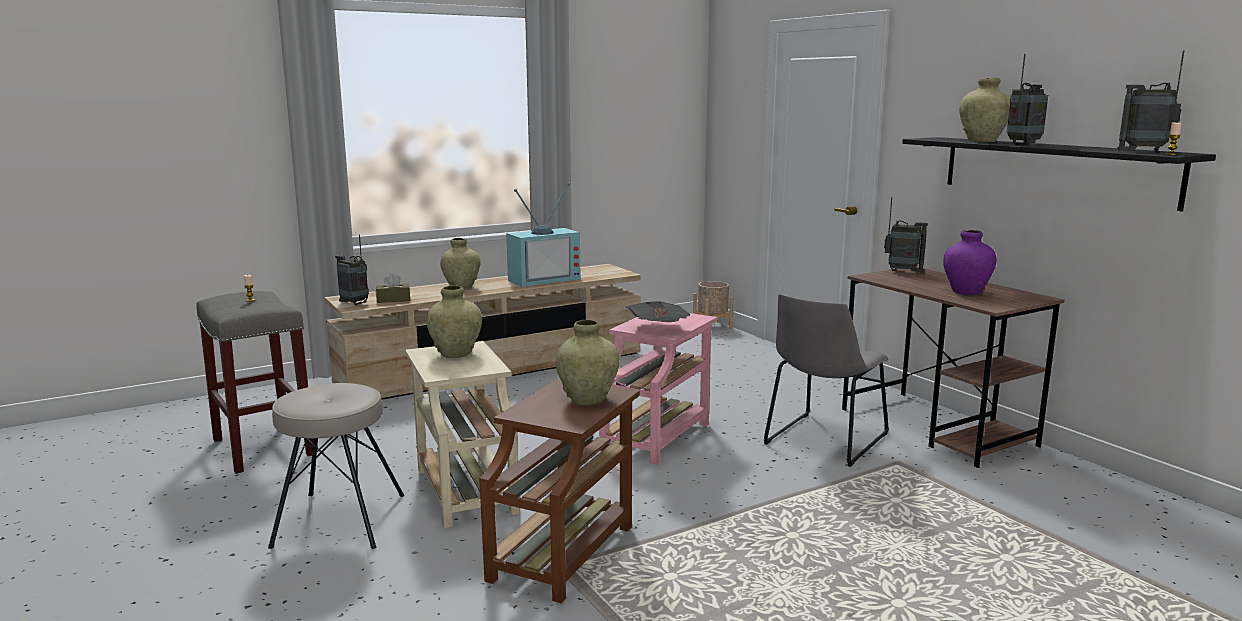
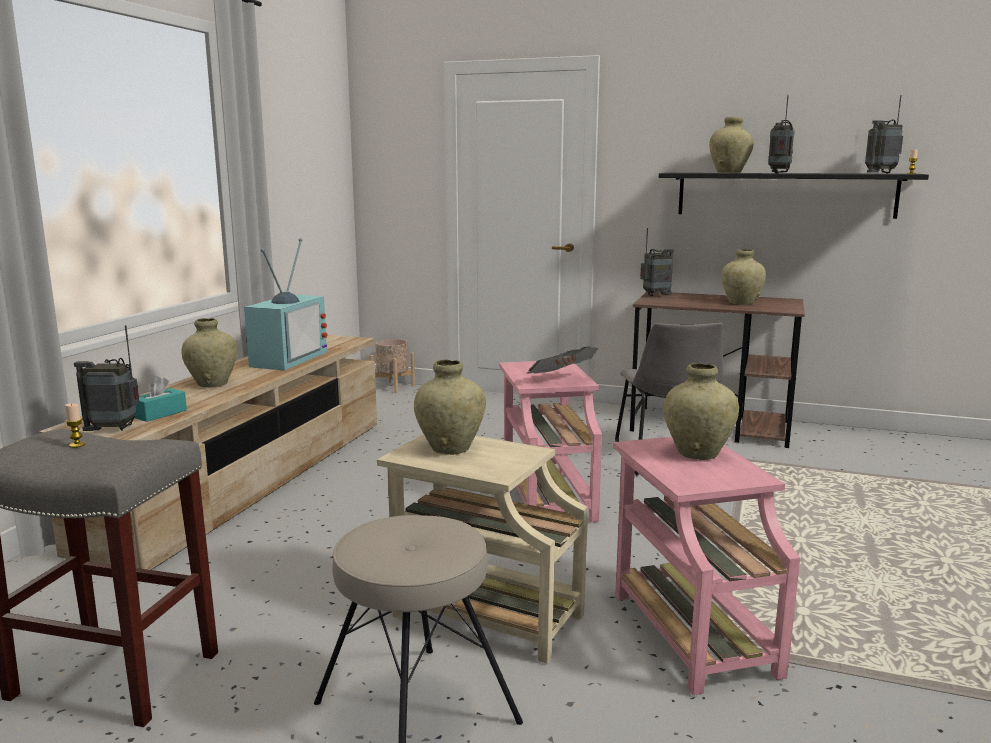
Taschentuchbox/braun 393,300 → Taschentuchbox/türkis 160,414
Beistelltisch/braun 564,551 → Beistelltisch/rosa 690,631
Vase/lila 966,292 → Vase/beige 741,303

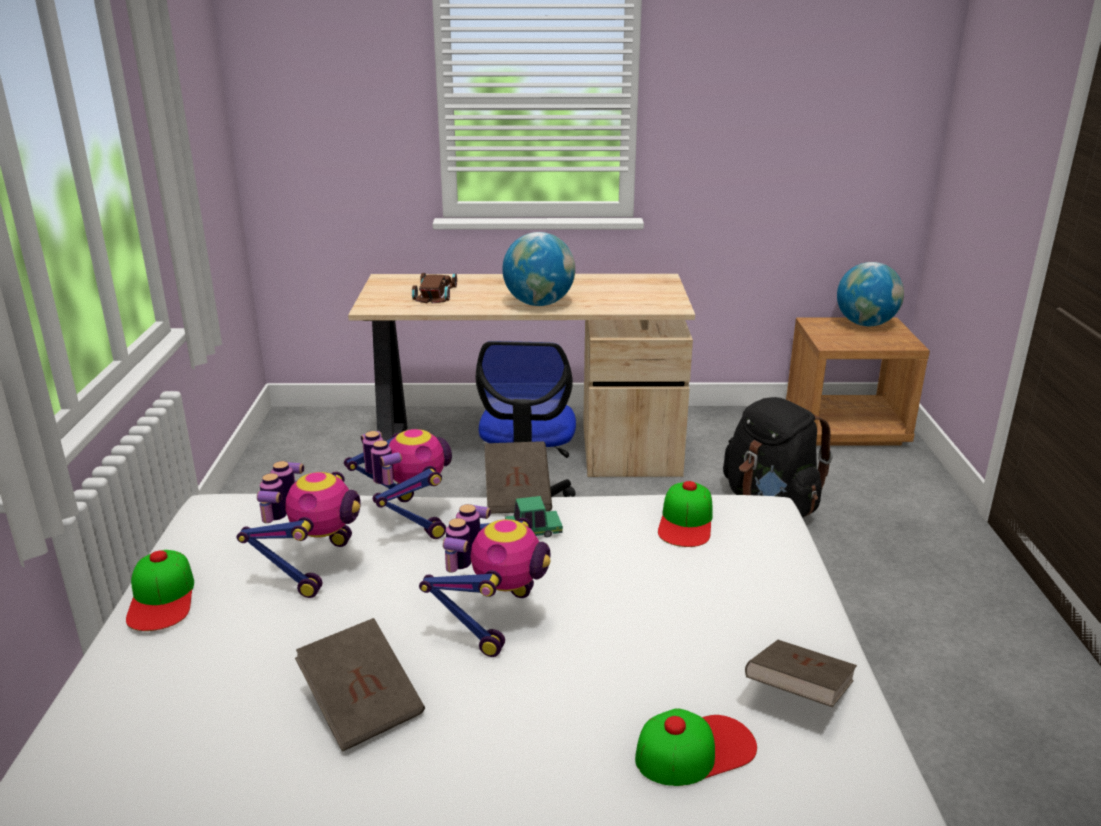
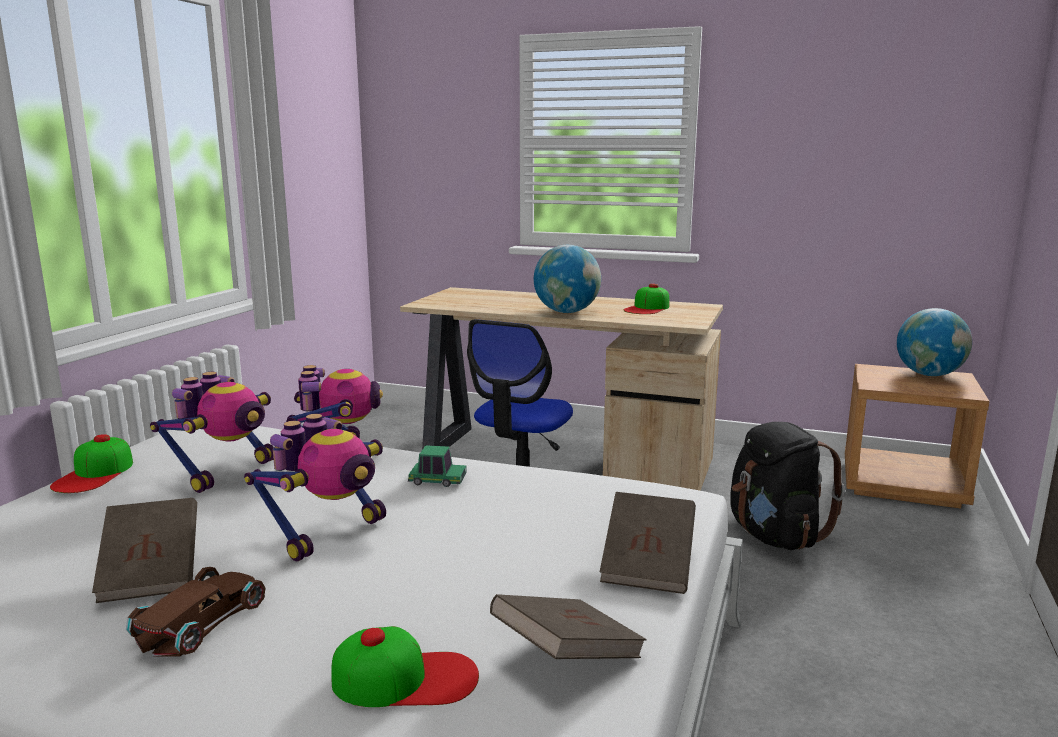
Spielzeugauto/braun 436,293 → Spielzeugauto/braun 203,619, move
Buch/braun 517,495 → Buch/braun 648,566, move
Kappe 686,522 → Kappe 647,308, move

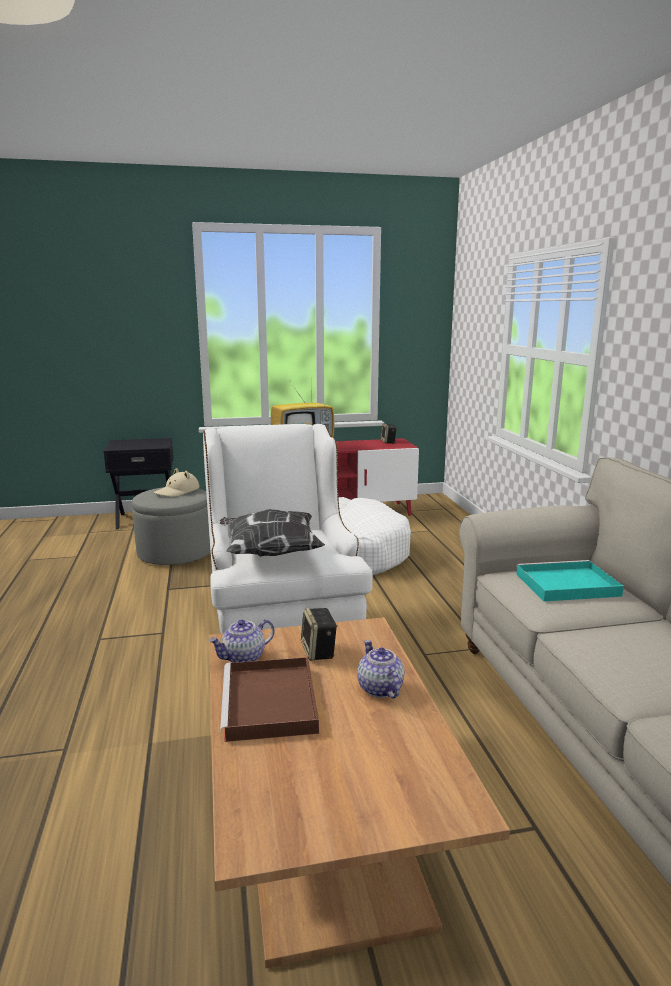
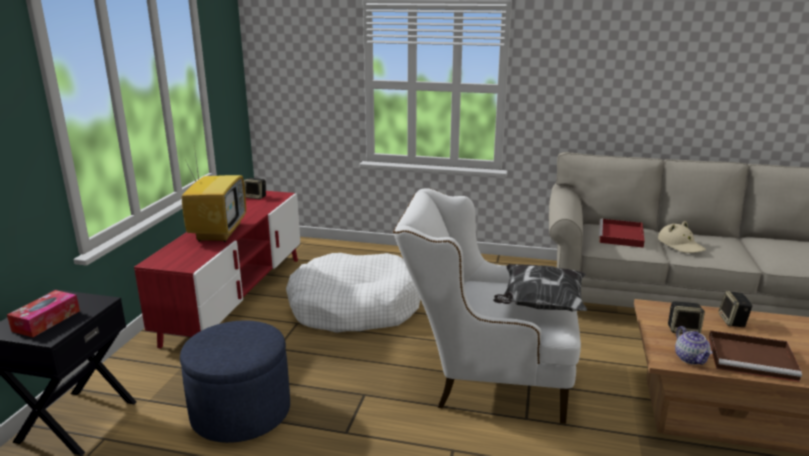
- → Taschentuchbox 46,321
Polsterhocker/grau 175,553 → Polsterhocker/blau 241,412
Tablett/türkis 565,585 → Tablett/rot 621,236
Hut/beige 177,491 → Hut/beige 680,245, move
Teekanne 380,689 → Lautsprecher 733,321

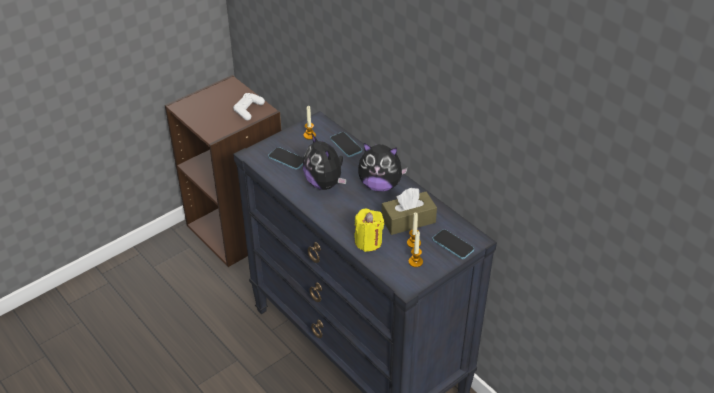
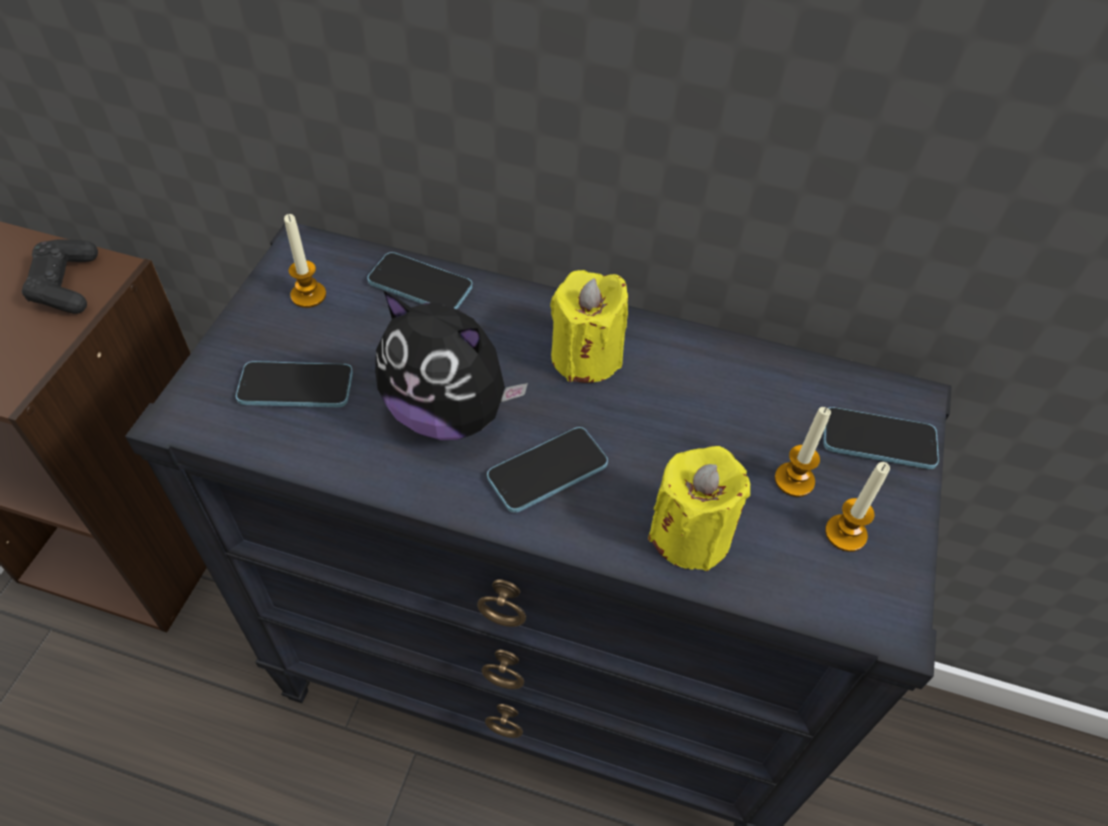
Gamepad/weiß 248,110 → Gamepad/schwarz 66,285
- → Handy 547,471
Plüschtier 380,185 → Kerze/gelb 586,357
Taschentuchbox/braun 408,220 → -

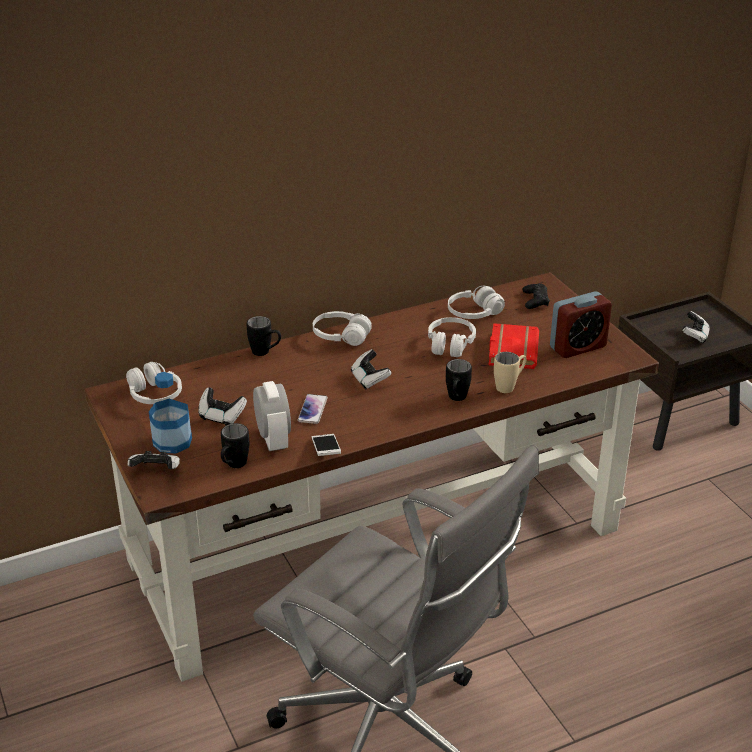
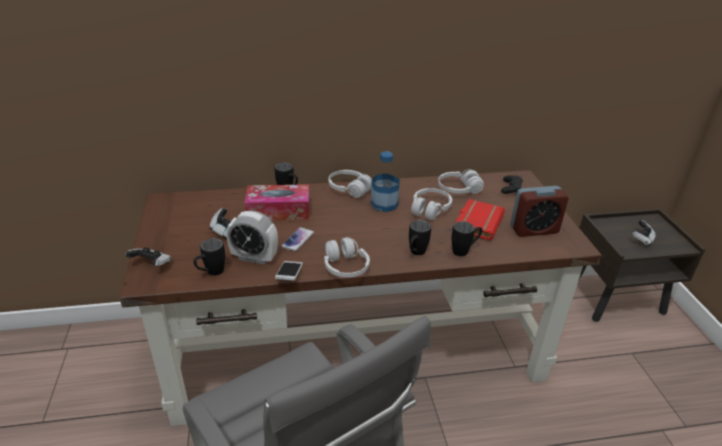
Wecker 273,440 → Wecker 254,258, 105 degrees clockwise
- → Taschentuchbox 278,211
Kopfhörer/weiß 154,395 → Kopfhörer/weiß 345,266, move
Flasche 172,441 → Flasche 384,204, move
Henkelbecher/beige 509,386 → Henkelbecher/schwarz 464,251
Gamepad 370,379 → -

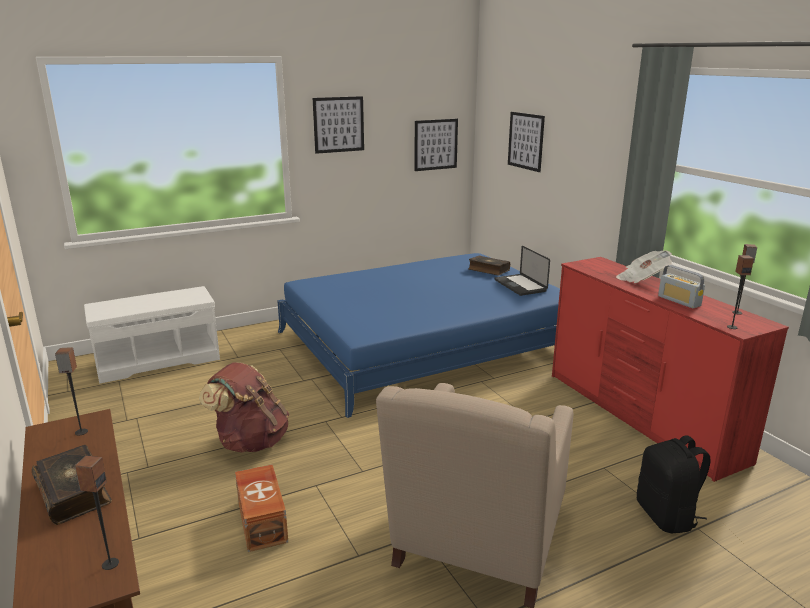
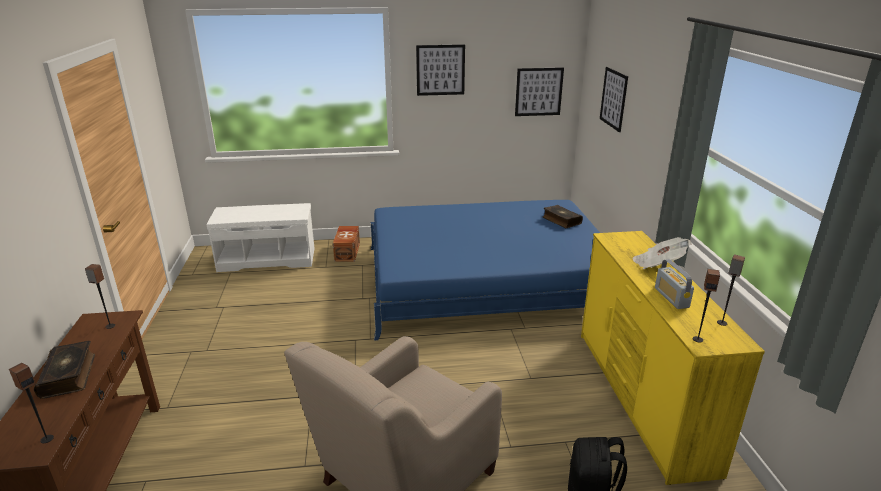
Aufbewahrungsbox/braun 263,520 → Aufbewahrungsbox/braun 348,252, move
Kommode/rot 641,416 → Kommode/gelb 641,398
Rucksack/braun 250,441 → -
Laptop 520,286 → -

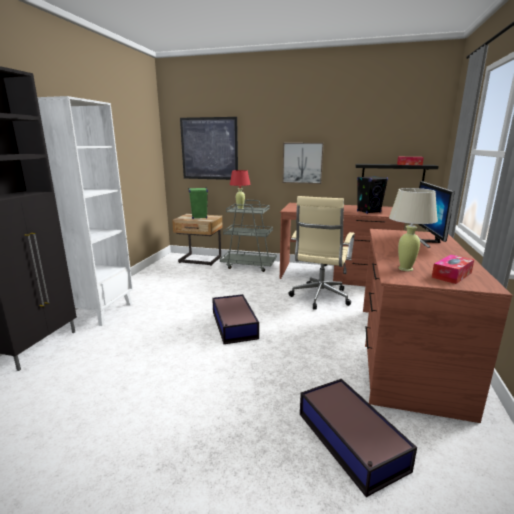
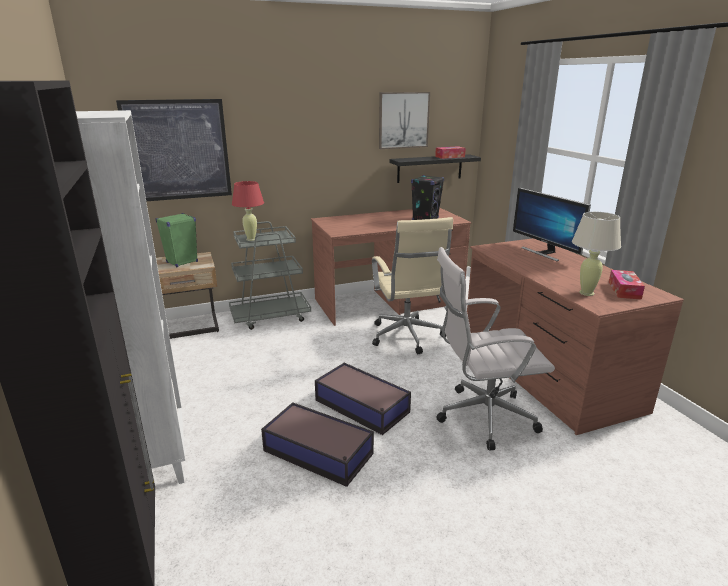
Aufbewahrungsbox 351,442 → Aufbewahrungsbox 319,453, move
Bild 302,163 → Bild 403,120, move
- → Bürostuhl/weiß 481,417

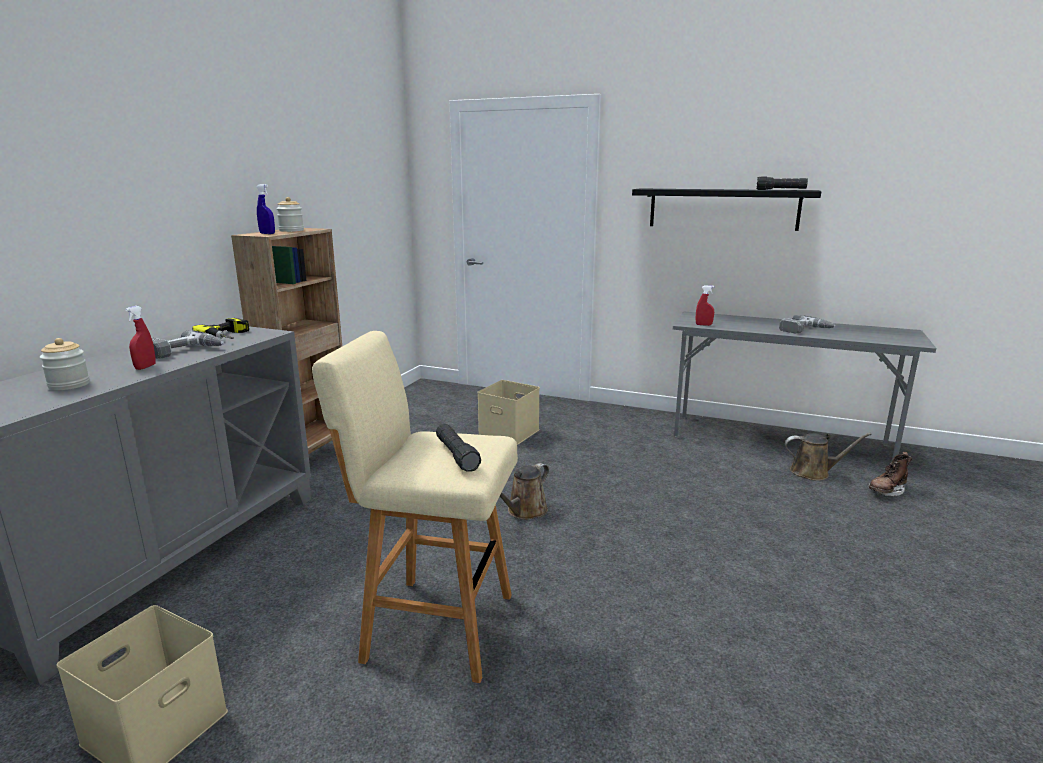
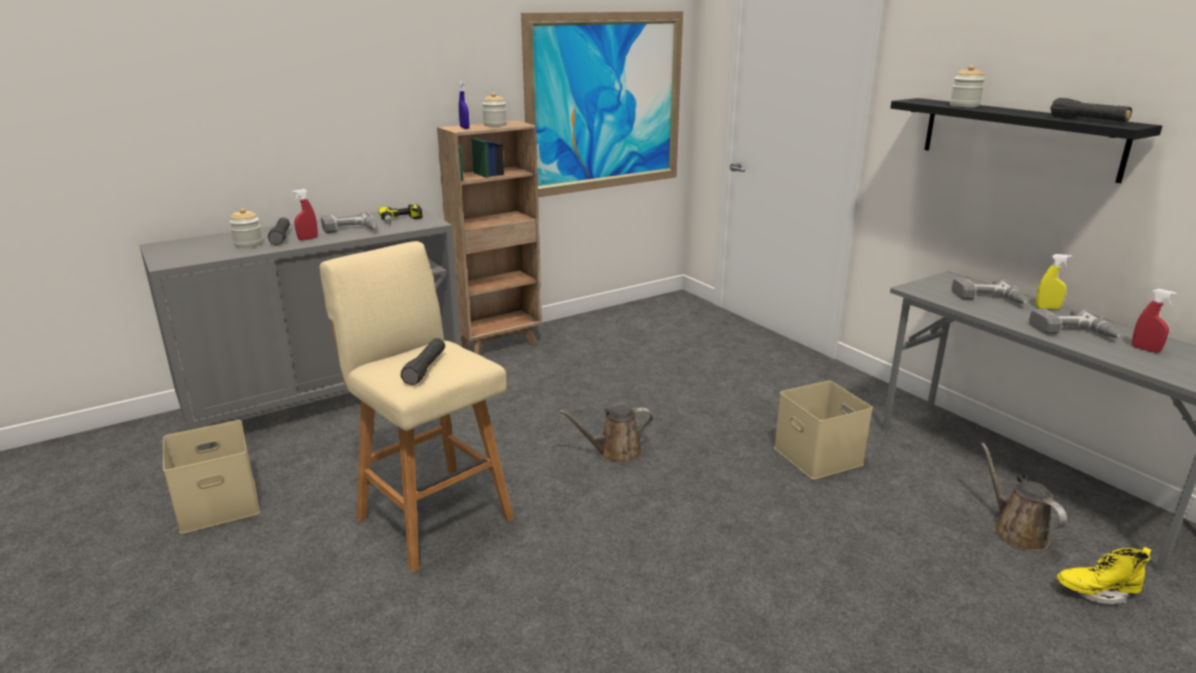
- → Taschenlampe/schwarz 281,237
- → Bild 606,103
Aufbewahrungsbox/beige 507,432 → Aufbewahrungsbox/beige 815,455, move
- → Vorratsglas 964,105
- → Bohrmaschine 988,299
Gießkanne/braun 813,472 → Gießkanne/braun 1016,531, 150 degrees counterclockwise
- → Sprühflasche/gelb 1047,308
Stiefel/braun 886,491 → Stiefel/gelb 1096,592
Sprühflasche/rot 703,325 → Sprühflasche/rot 1145,349, move

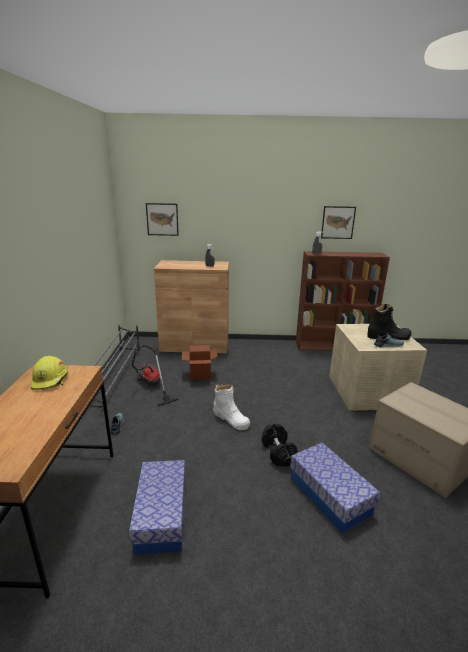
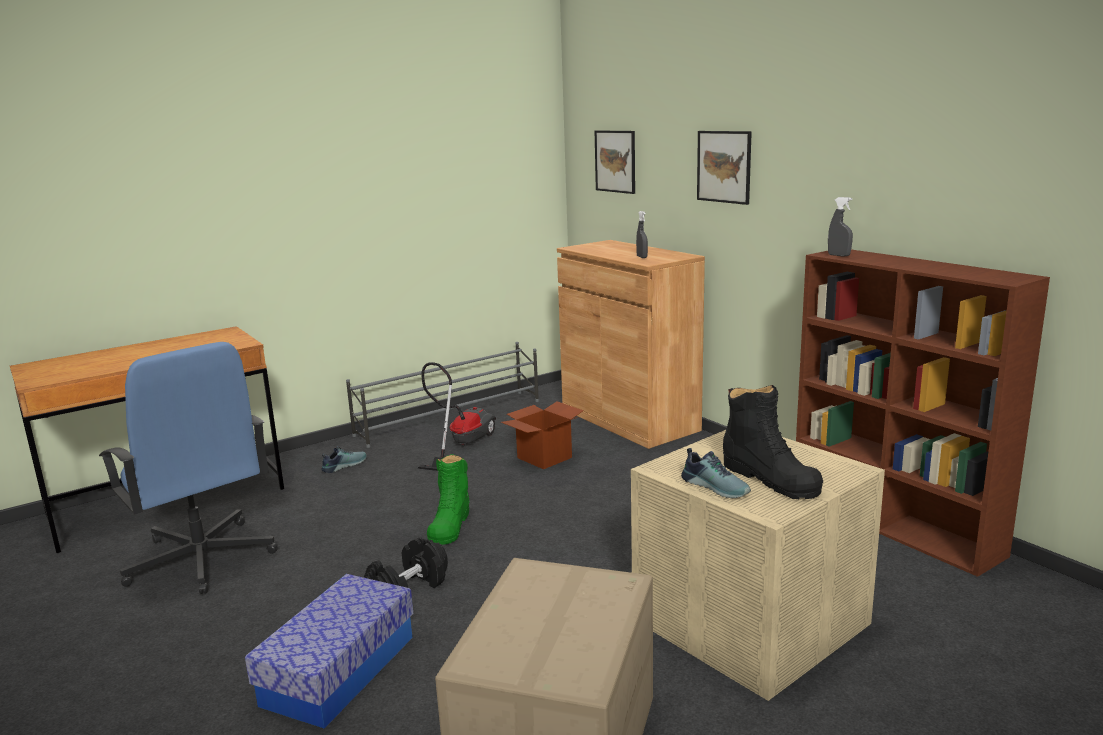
Aufbewahrungsbox 161,515 → Bürostuhl/blau 201,559
Stiefel/weiß 231,419 → Stiefel/grün 450,525
Bild 338,222 → Bild 724,166, move
Schutzhelm/gelb 50,380 → -

